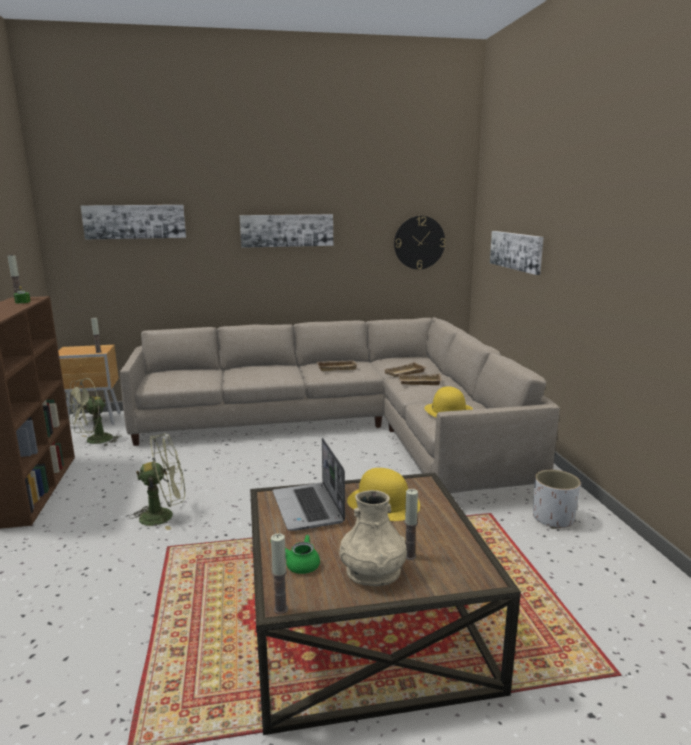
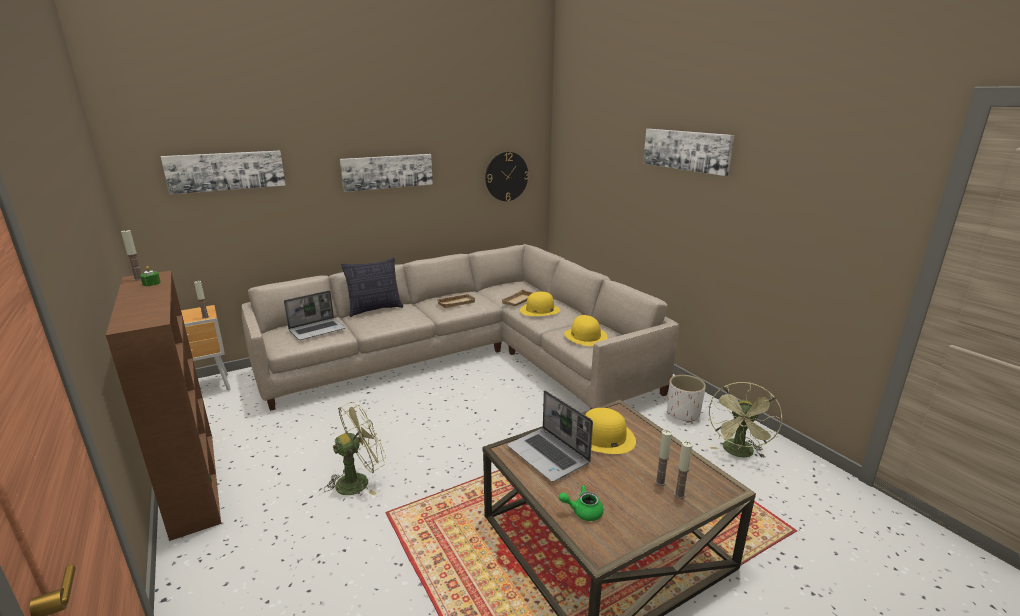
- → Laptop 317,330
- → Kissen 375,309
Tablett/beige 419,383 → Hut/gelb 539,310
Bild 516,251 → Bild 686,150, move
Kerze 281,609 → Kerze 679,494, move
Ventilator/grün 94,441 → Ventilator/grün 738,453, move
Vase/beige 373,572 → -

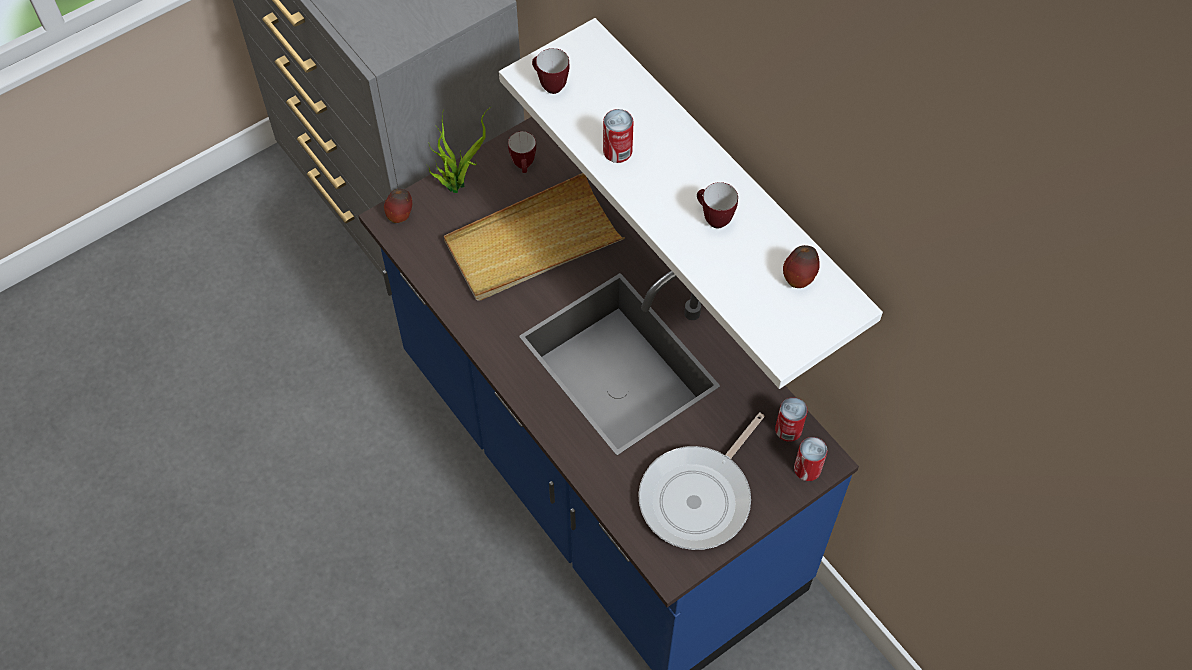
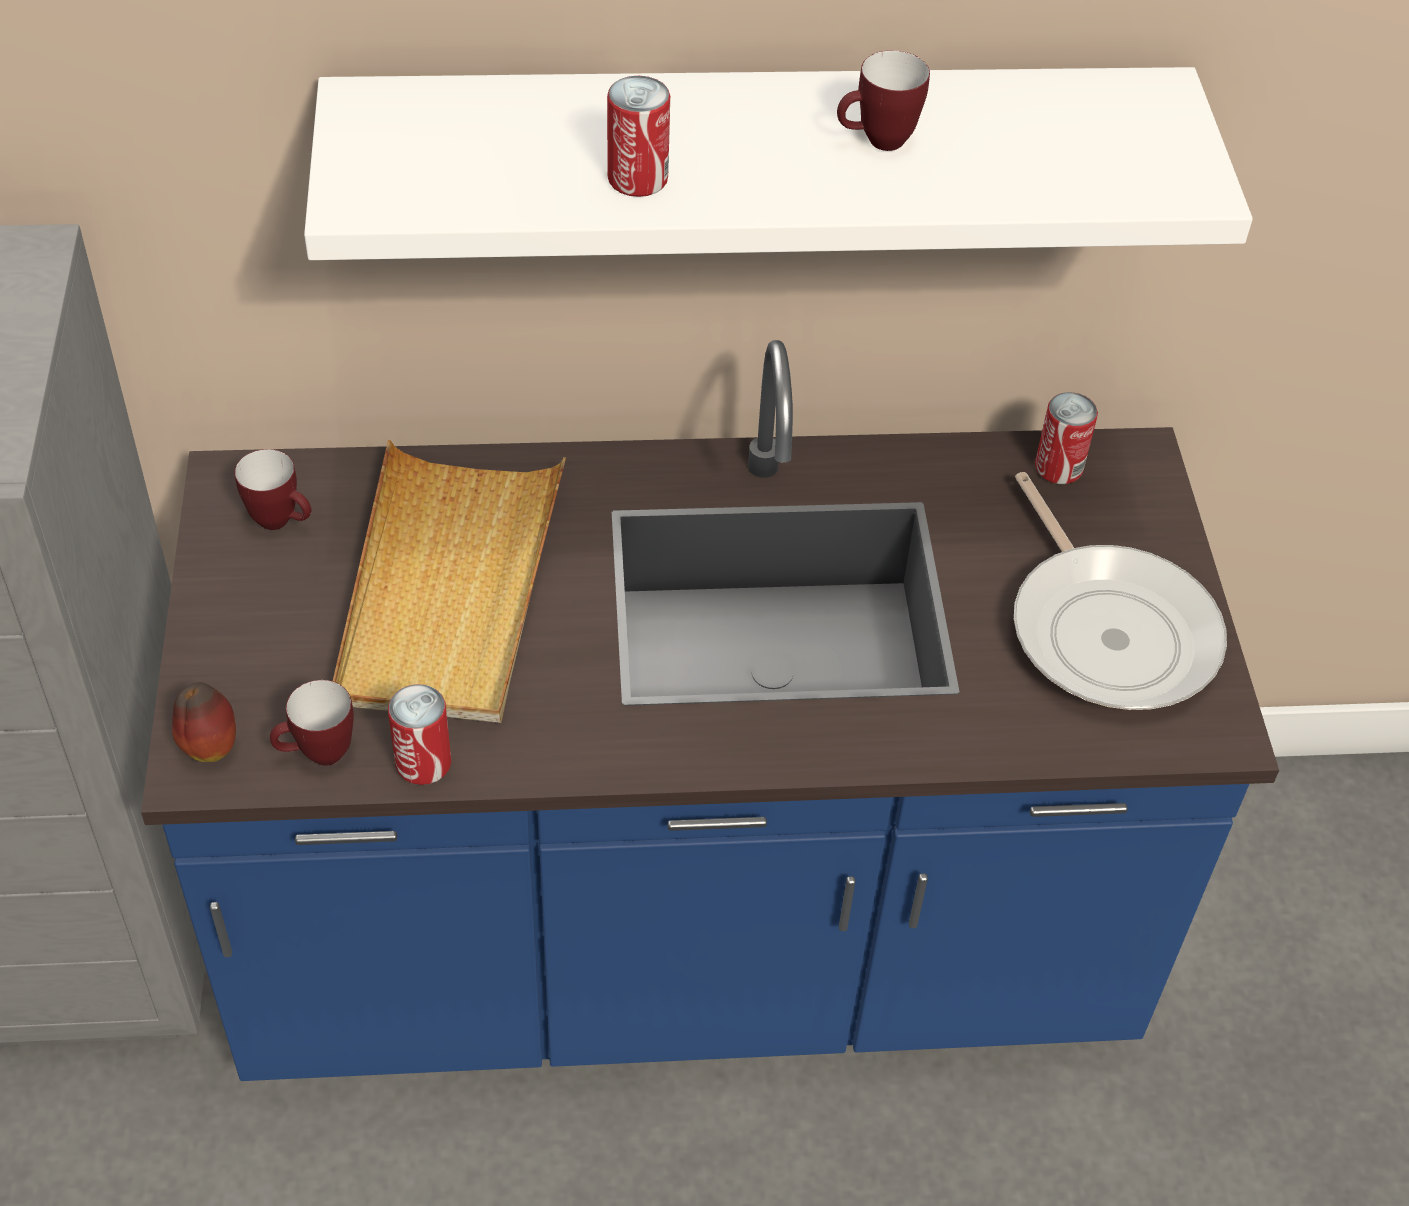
Henkelbecher 549,85 → Henkelbecher 317,756, move
Dose 807,469 → Dose 423,763, move
Topfpflanze 457,183 → -
Apfel 799,278 → -

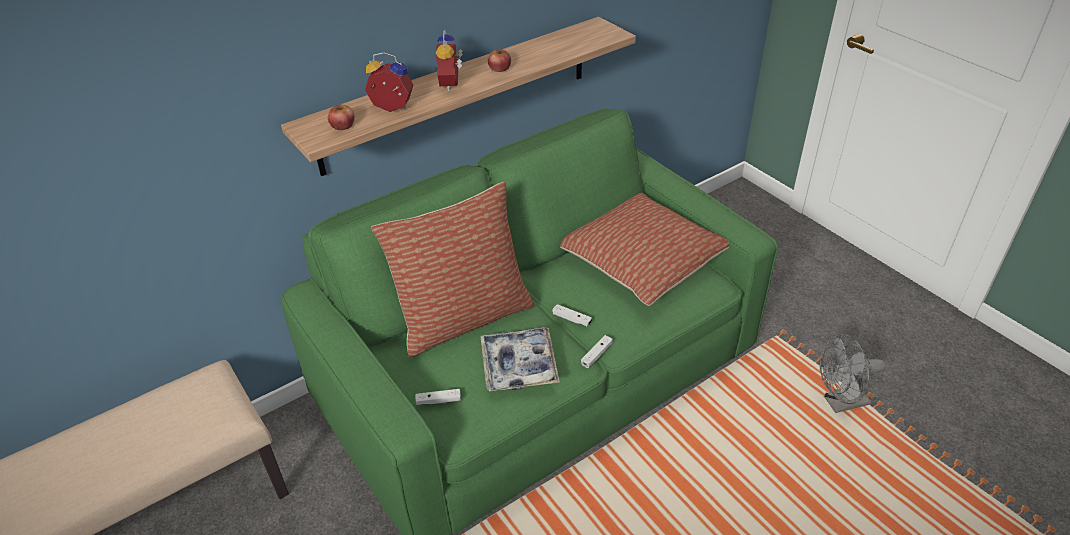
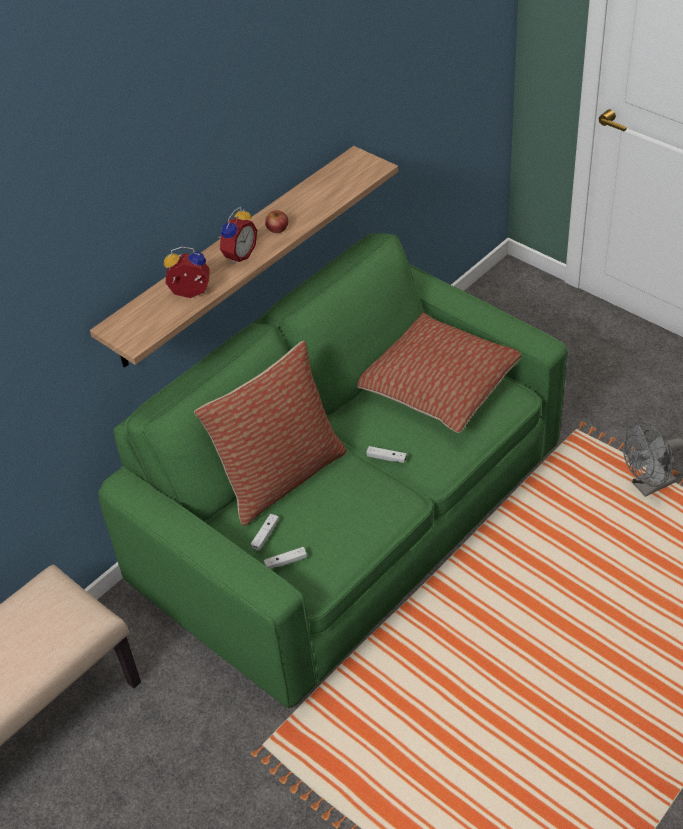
Wecker 452,84 → Wecker 238,255, 135 degrees counterclockwise
Gamepad/weiß 596,355 → Gamepad/weiß 265,535, move
Apfel 342,125 → -
Tablett 519,365 → -

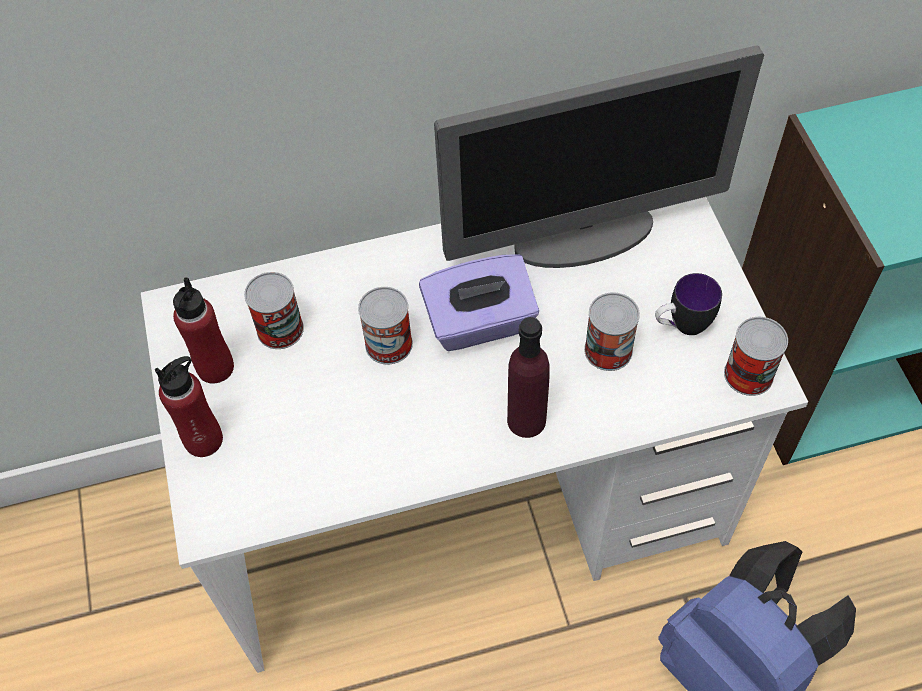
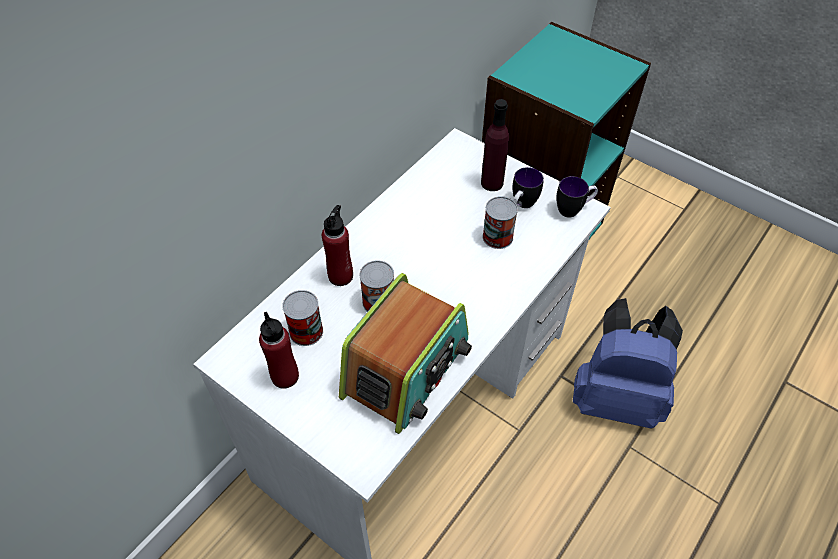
Flasche/rot 204,440 → Flasche/rot 340,276, move
- → Radio 407,368
Flasche/lila 526,420 → Flasche/lila 492,183, move
Dose 748,374 → Henkelbecher 573,210
Taschentuchbox/lila 480,323 → -
Monitor 585,236 → -

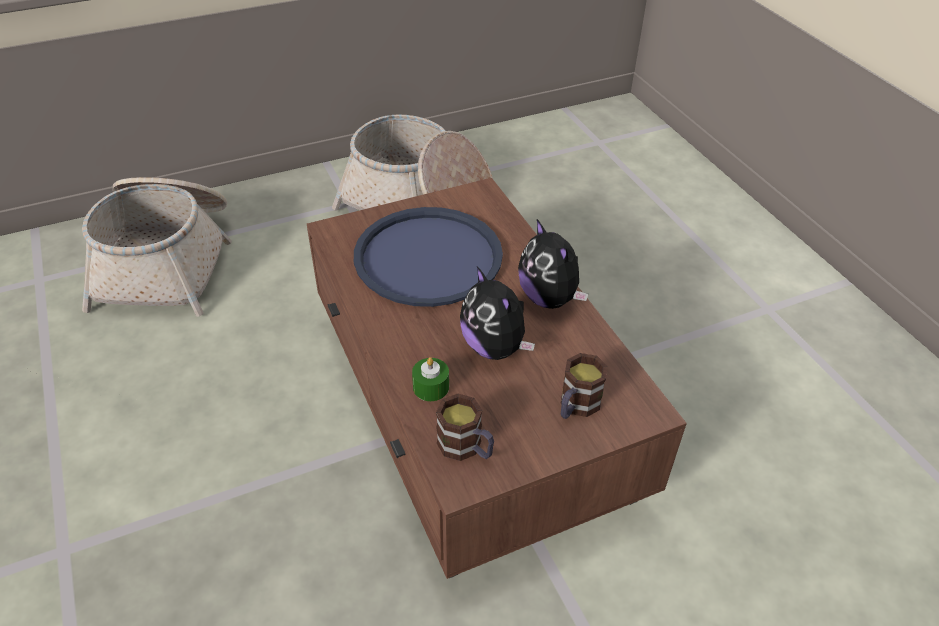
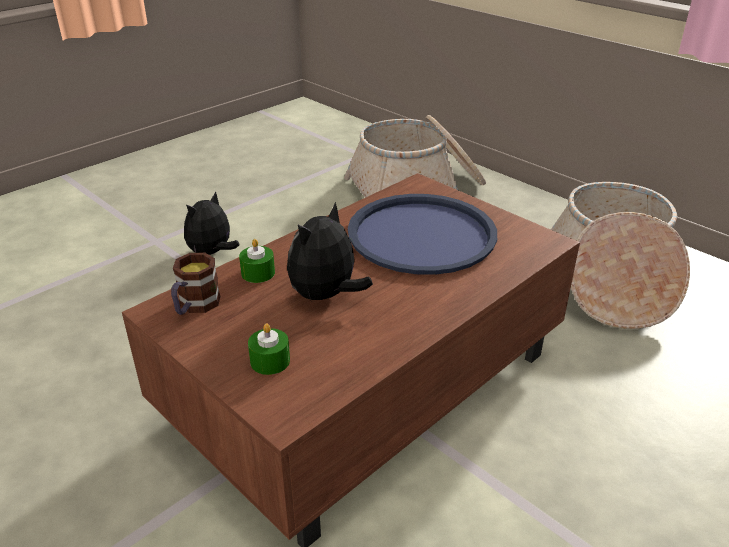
Plüschtier 549,298 → Plüschtier 212,253, move
Henkelbecher 576,406 → Kerze/grün 270,361

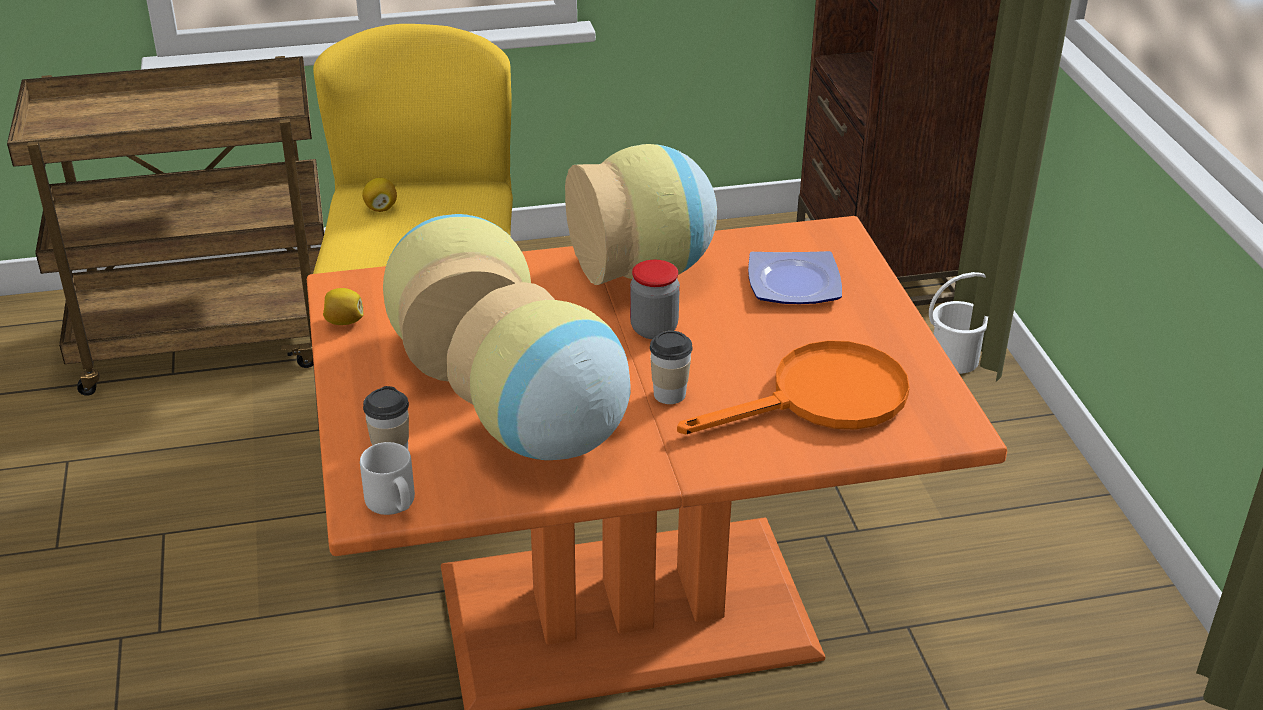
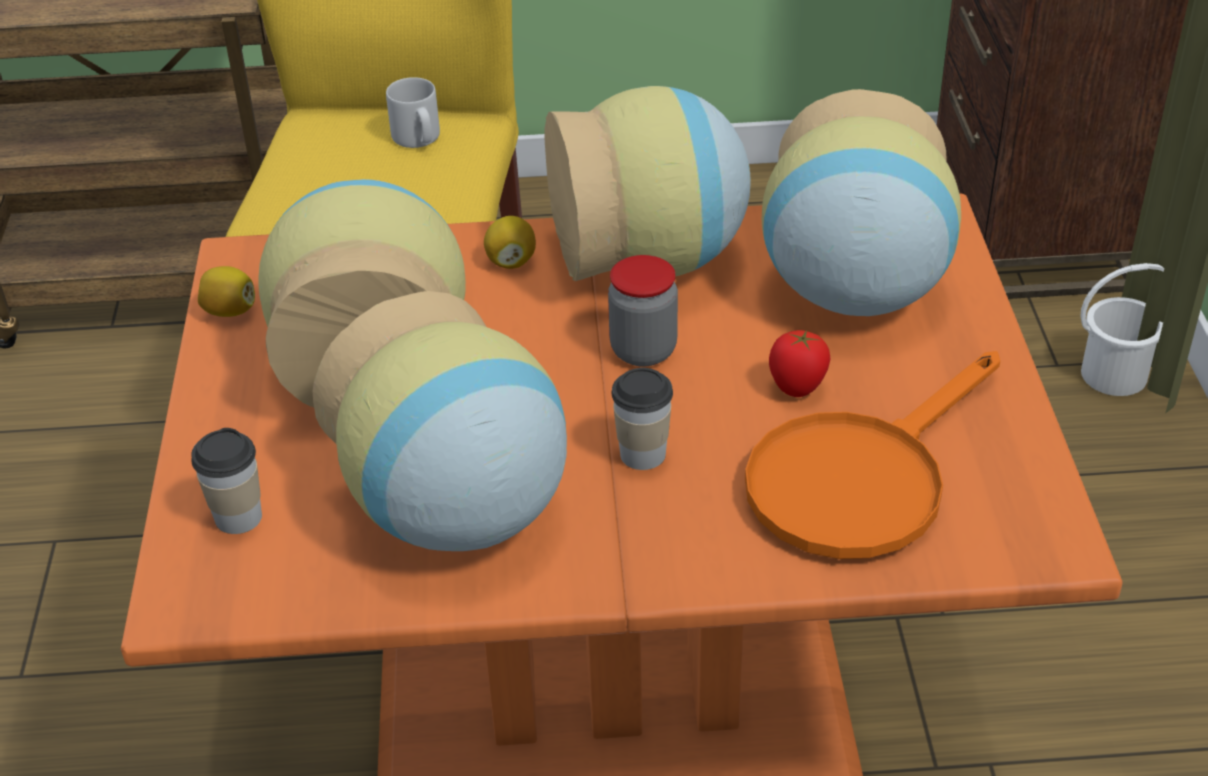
Henkelbecher/grau 393,503 → Henkelbecher/grau 418,139, move
Zitrone 381,208 → Zitrone 511,261, move
Pfanne/orange 822,399 → Pfanne/orange 860,479, 150 degrees clockwise
Teller 792,282 → Vase 853,291
- → Tomate 797,389

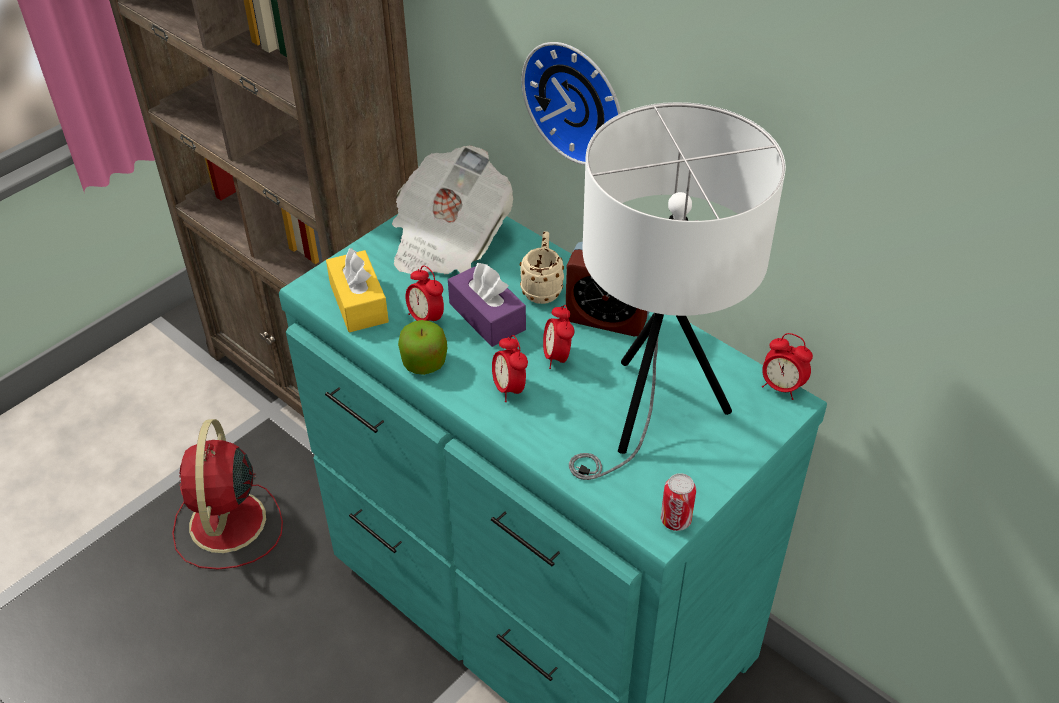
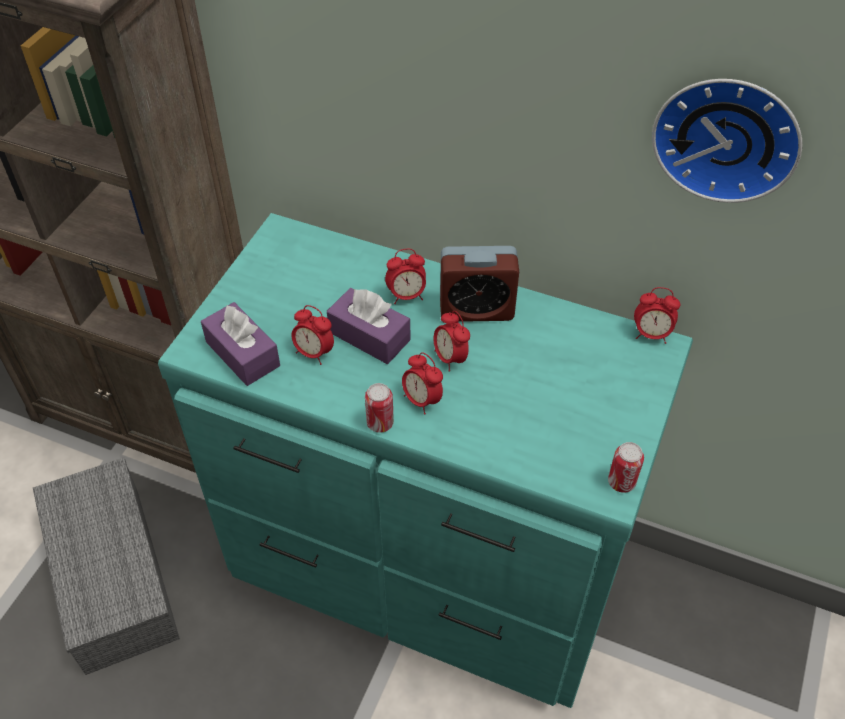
Ventilator/rot 227,525 → Aufbewahrungsbox/grau 115,578
Taschentuchbox/gelb 358,303 → Taschentuchbox/lila 242,354
- → Dose 380,423
Henkelbecher/beige 542,288 → Wecker 406,296
Wanduhr 578,100 → Wanduhr 727,136, move
Zeitung 448,240 → -
Apfel 424,362 → -
Tischlampe/weiß 652,414 → -

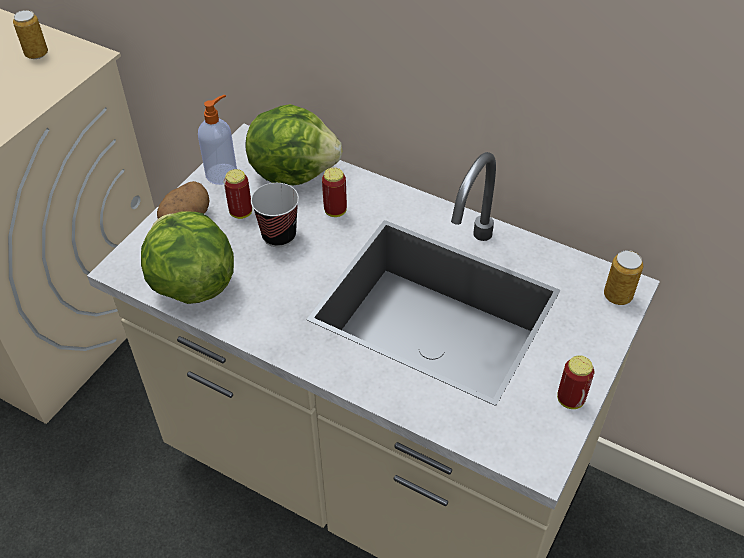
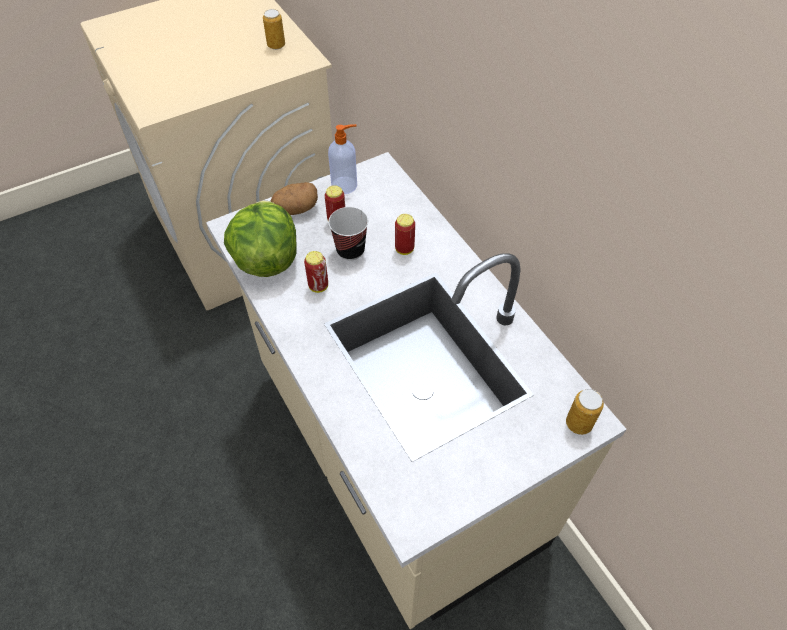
Dose 570,399 → Dose 318,286, move
Salatkopf 294,172 → -

